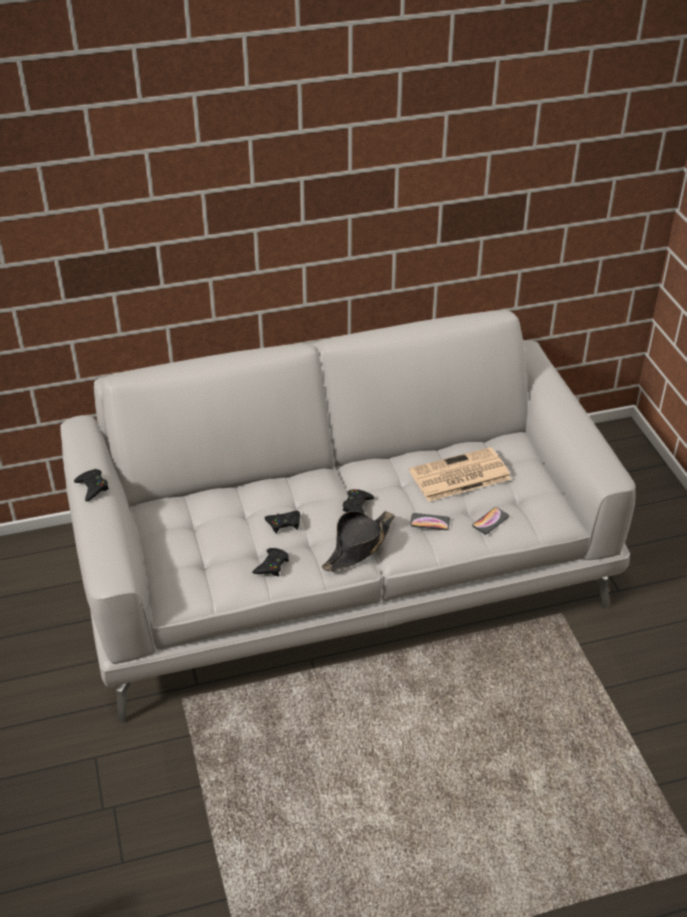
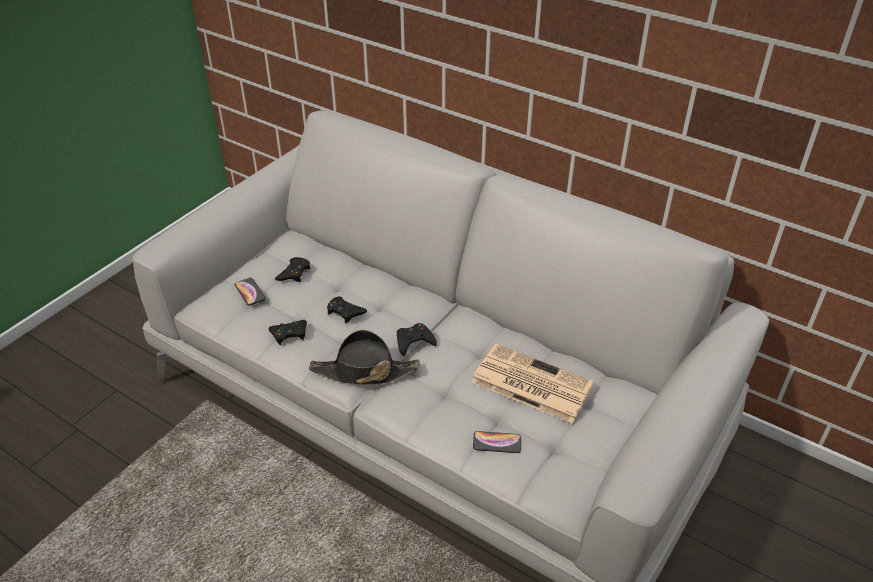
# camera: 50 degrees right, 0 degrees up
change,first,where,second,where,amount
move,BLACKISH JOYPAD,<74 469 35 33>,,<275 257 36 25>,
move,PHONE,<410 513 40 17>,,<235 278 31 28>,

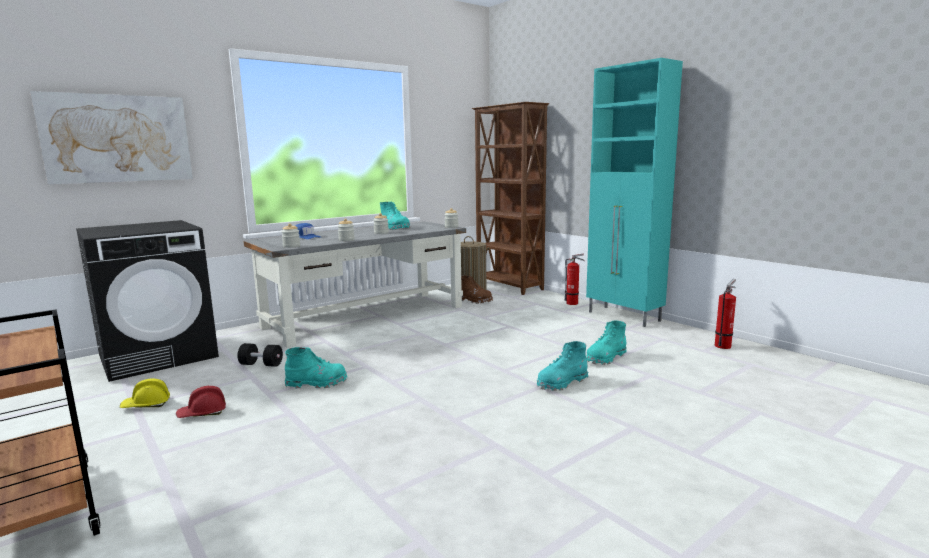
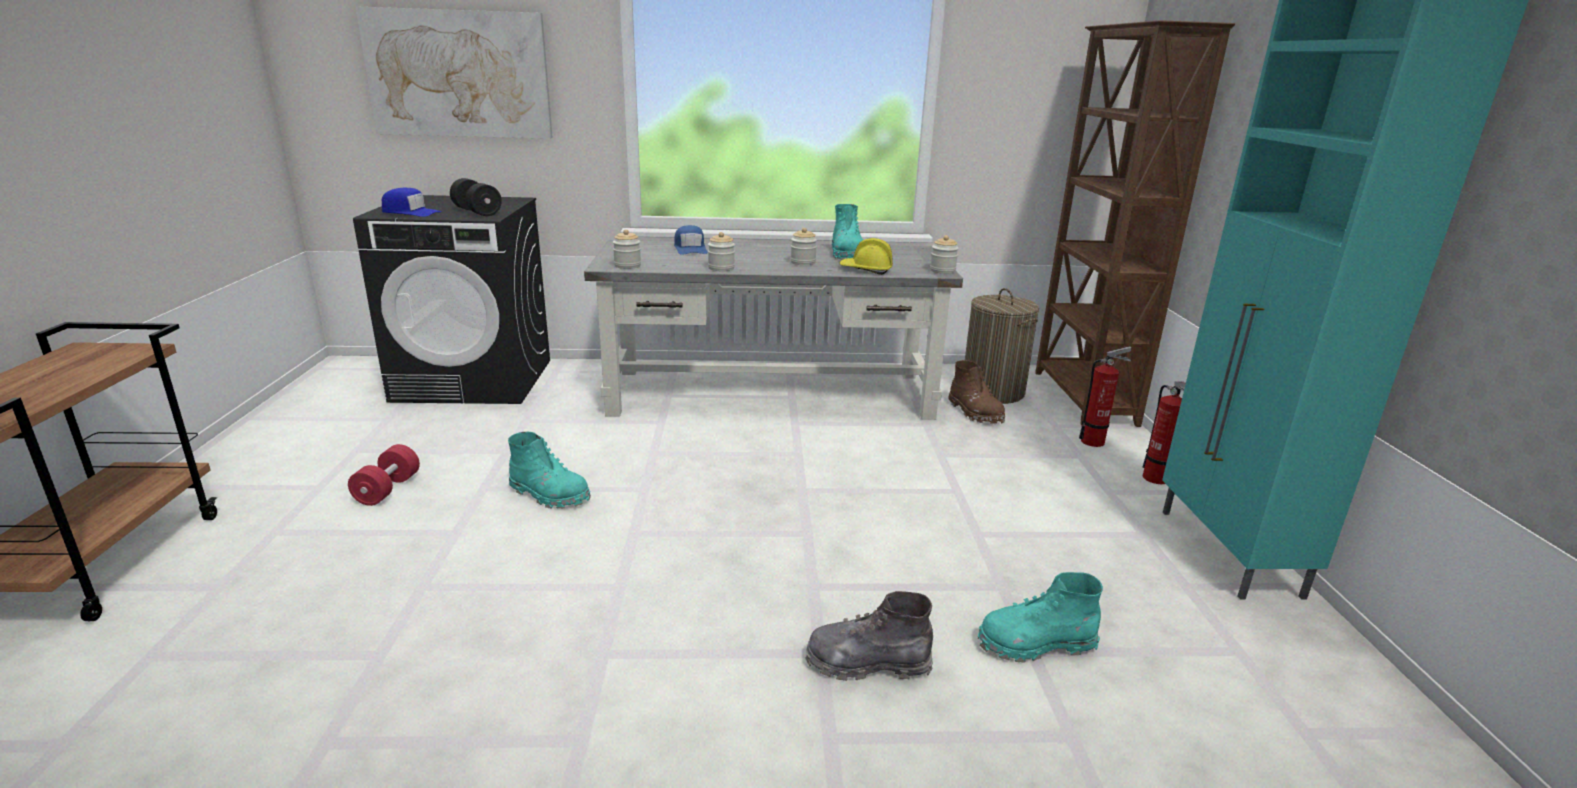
# camera: 35 degrees right, 10 degrees up
change,first,where,second,where,amount
move,YELLOW HARD HAT,<120 378 50 30>,,<840 238 53 37>,
replace,RED HARD HAT,<176 386 50 32>,RED FREE WEIGHT,<348 444 72 62>,
move,BLACKISH FREE WEIGHT,<237 343 46 24>,,<450 178 52 38>,
recolor,TURQUOISE TALL BOOT,<537 341 51 50>,GREYISH TALL BOOT,<805 591 128 90>,
move,FIRE-FIGHTING CYLINDER,<715 279 21 70>,,<1079 346 53 101>,
insert,,,BLUISH BASEBALL CAP,<382 188 60 29>,

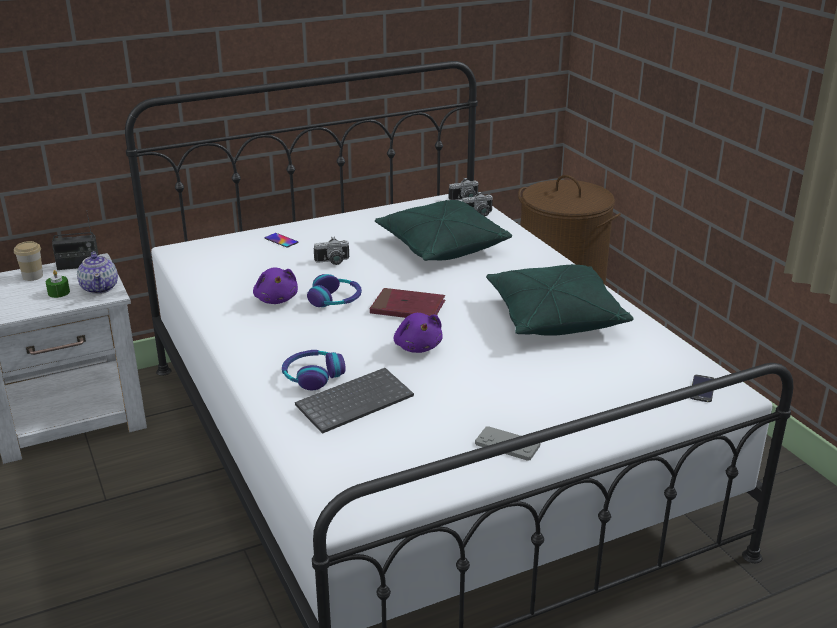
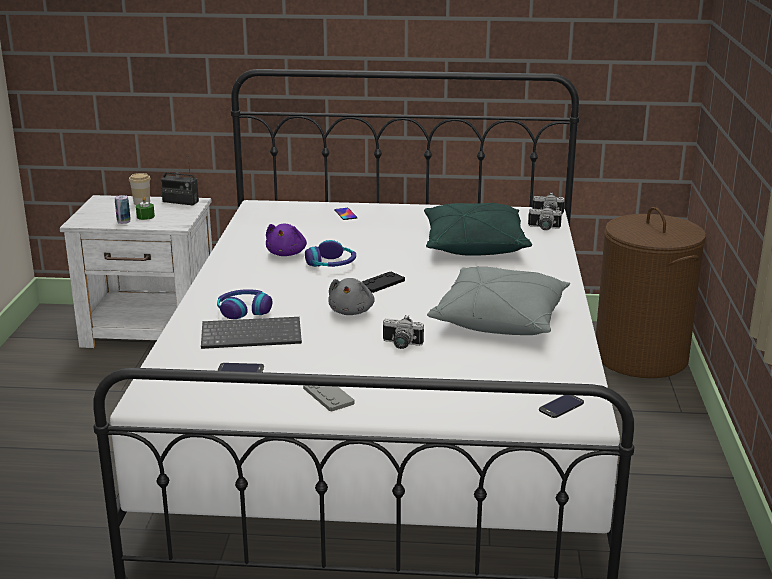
# camera: 30 degrees right, 5 degrees down
change,first,where,second,where,amount
delete,POT FOR TEA,<77 251 41 43>,,,
move,STILL CAMERA,<314 237 35 28>,,<383 315 41 34>,
replace,RED VOLUME,<370 288 75 30>,BLACKISH JOYPAD,<362 272 43 21>,
recolor,PURPLISH SOFT TOY,<394 313 49 40>,GREYISH SOFT TOY,<328 278 47 37>,
recolor,GREEN PILLOW,<486 264 148 72>,GREYISH PILLOW,<427 266 143 69>,
insert,,,SEALED CAN,<115 195 16 29>,
insert,,,PHONE,<217 363 47 9>,

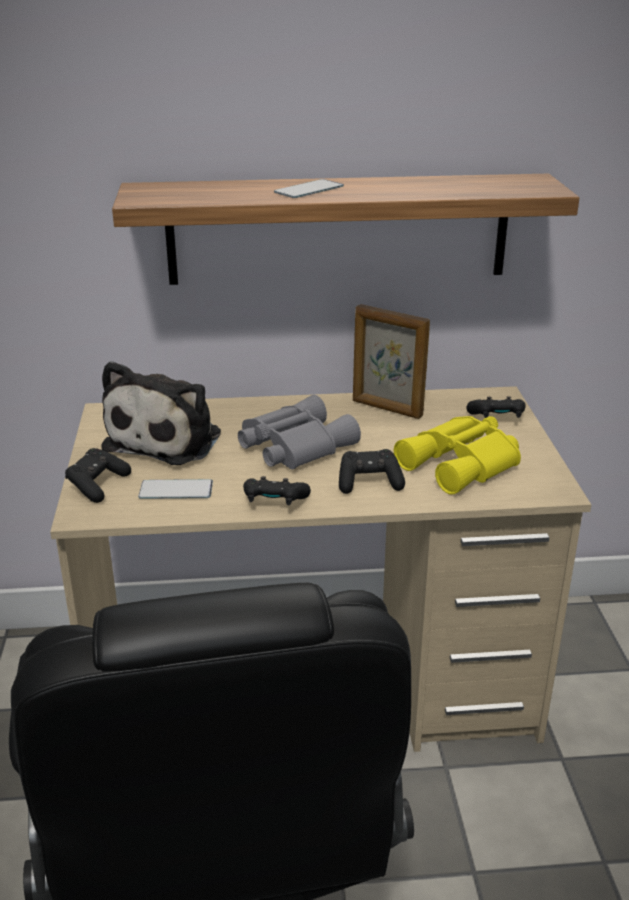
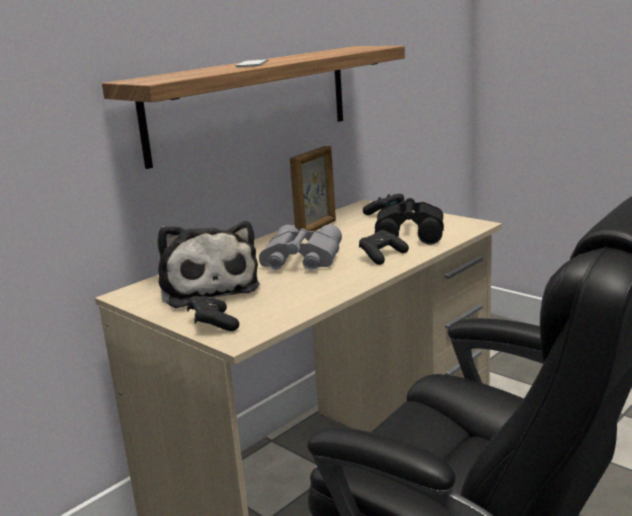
# camera: 40 degrees left, 10 degrees down
change,first,where,second,where,amount
delete,PHONE,<138 479 75 20>,,,
delete,BLACKISH JOYPAD,<243 476 68 29>,,,
rotate,STANDING FRAME,<353 304 77 115>,,<290 146 46 85>,45 degrees counterclockwise
recolor,YELLOW BINOCULARS,<394 416 127 79>,BLACKISH BINOCULARS,<375 198 69 47>,

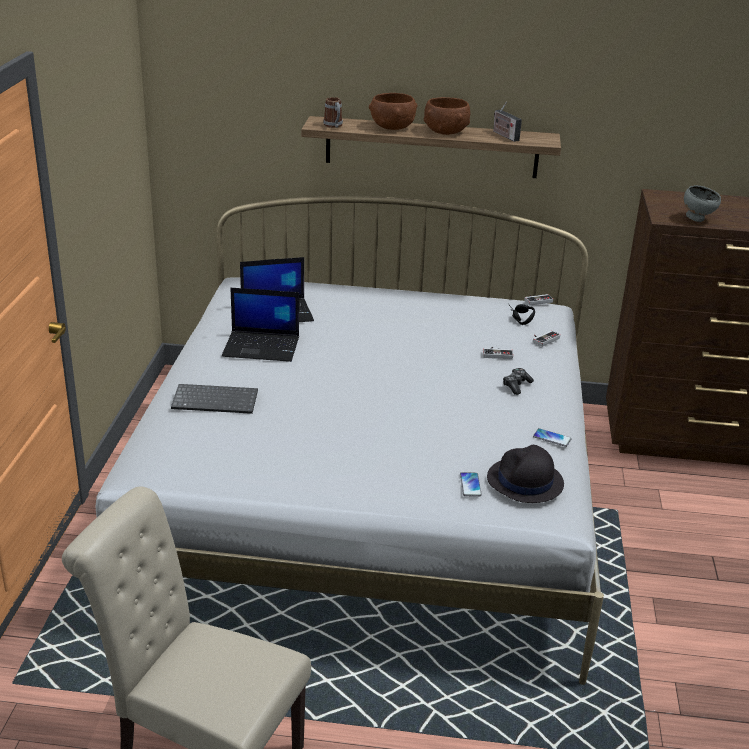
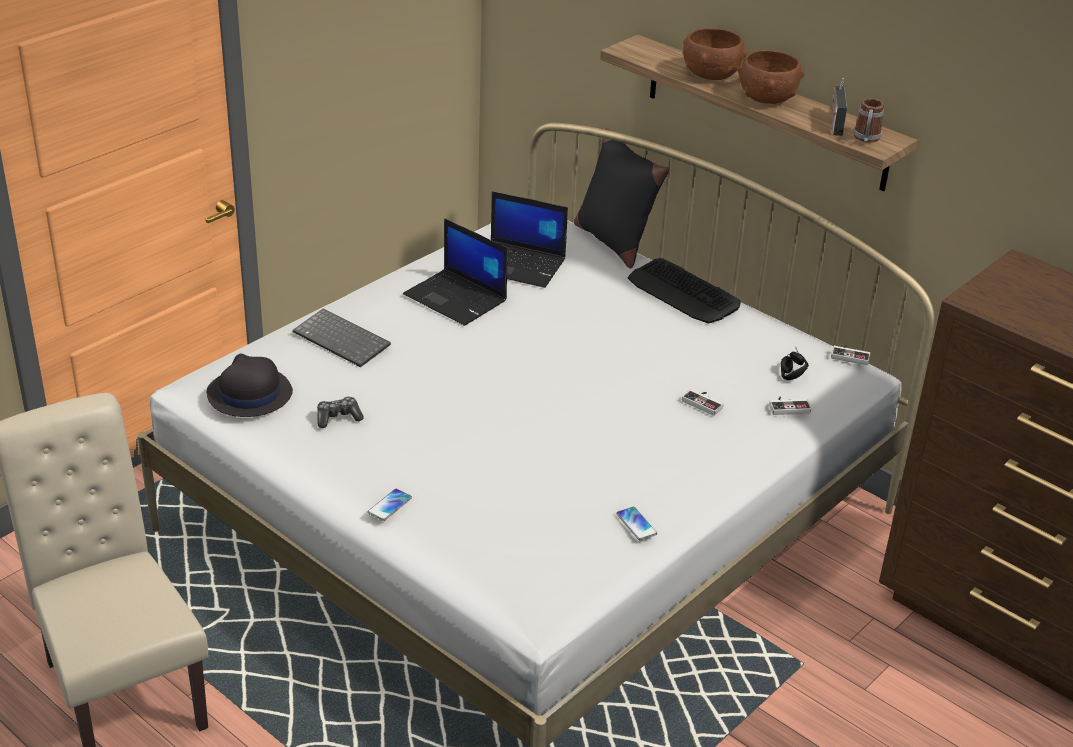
# camera: 35 degrees right, 5 degrees up
change,first,where,second,where,amount
move,MUG,<323 97 20 31>,,<854 99 30 44>,
move,PHONE,<460 472 22 25>,,<368 489 44 32>,
move,BLACKISH WEARABLE HAT,<487 445 77 58>,,<207 354 86 63>,
move,JOYPAD,<503 368 31 27>,,<317 397 47 31>,
delete,GREYISH DEEP DISH,<684 185 37 37>,,,
insert,,,BLACKISH PILLOW,<574 127 95 141>,
insert,,,COMPUTER KEYBOARD,<628 258 113 66>,

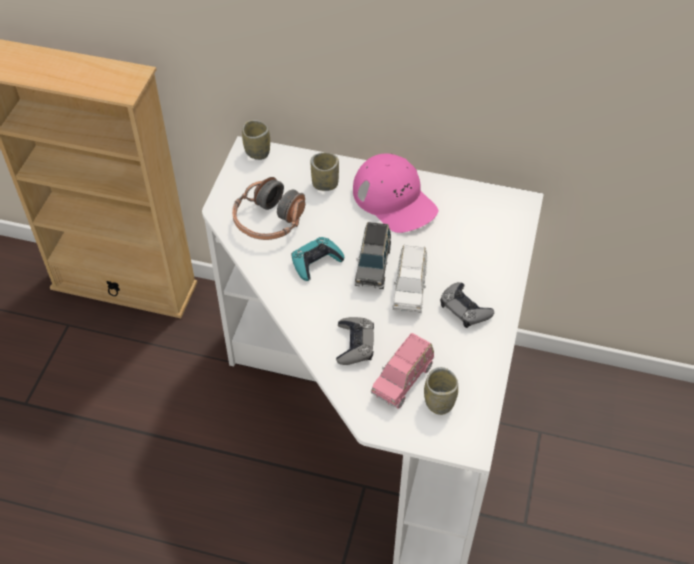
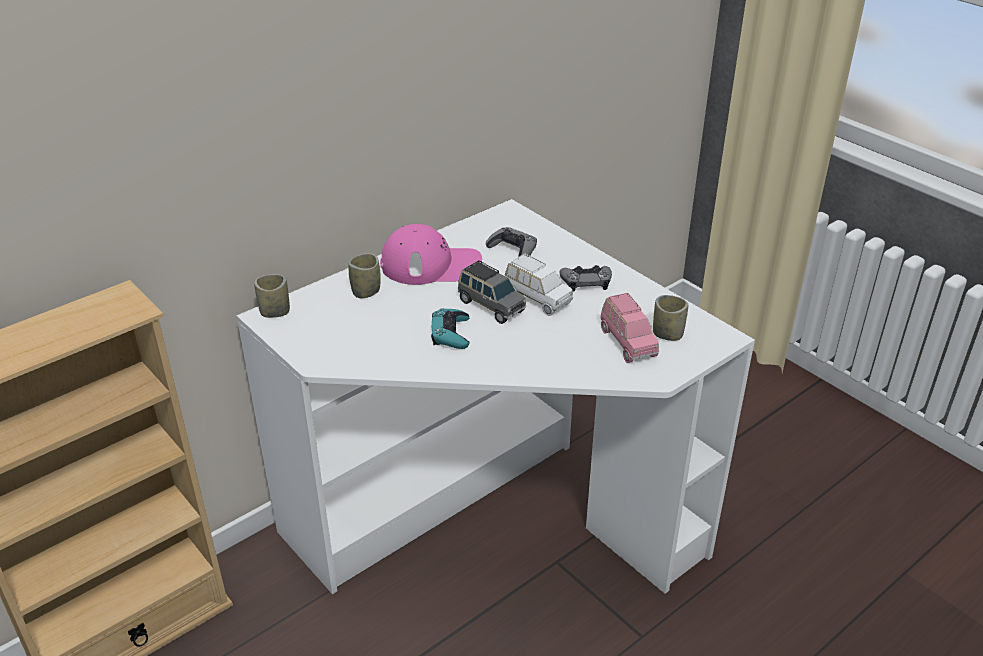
# camera: 55 degrees left, 15 degrees down
change,first,where,second,where,amount
delete,PAIR OF HEADPHONES,<232 177 73 63>,,,
move,GREYISH JOYPAD,<336 317 38 48>,,<486 227 51 30>,

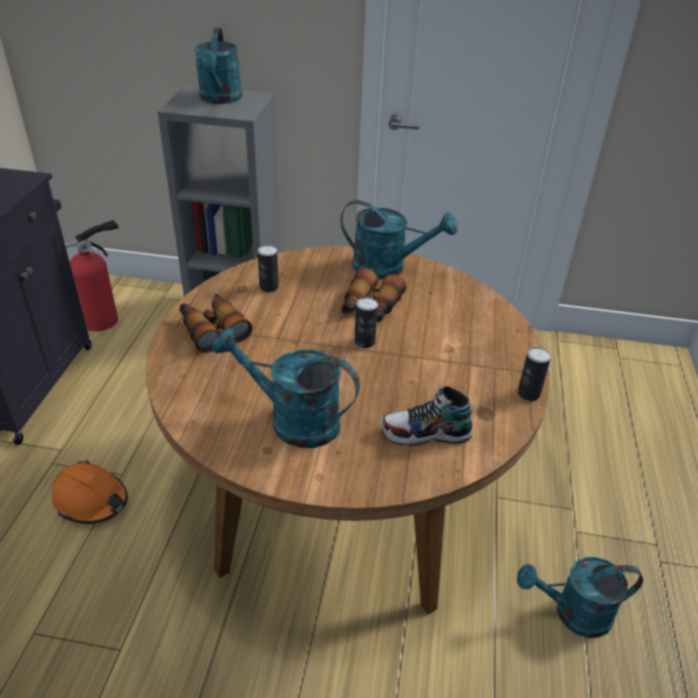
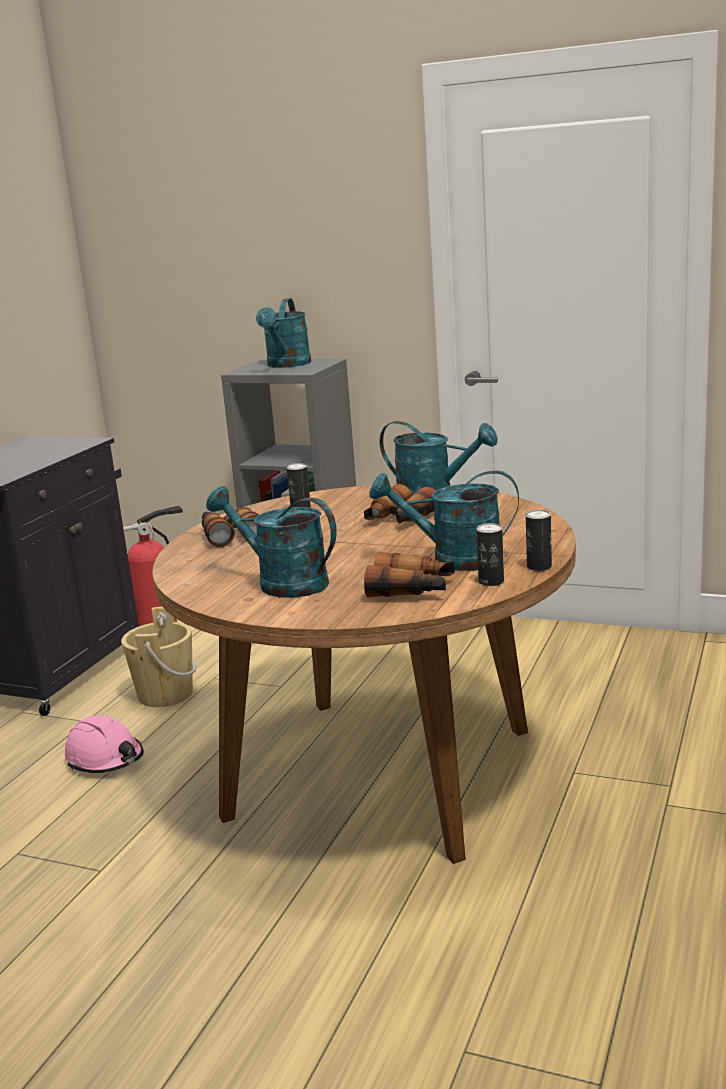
# camera: 15 degrees right, 20 degrees down
change,first,where,second,where,amount
recolor,ORANGE-COLOURED HARD HAT,<52 461 76 63>,PINK-COLOURED HARD HAT,<64 716 80 57>,
move,SEALED CAN,<354 297 24 51>,,<476 523 28 63>,
replace,SHOE,<380 386 93 60>,BINOCULARS,<364 552 91 46>,
move,TURQUOISE SPRINKLING CAN,<517 557 126 81>,,<369 470 150 101>,
insert,,,BEIGE WATER BUCKET,<121 607 75 100>,

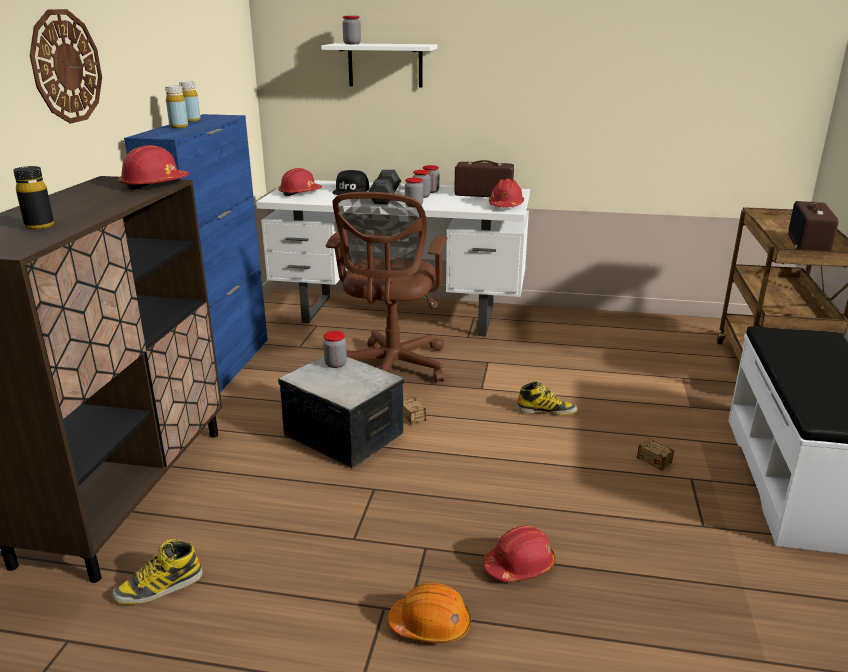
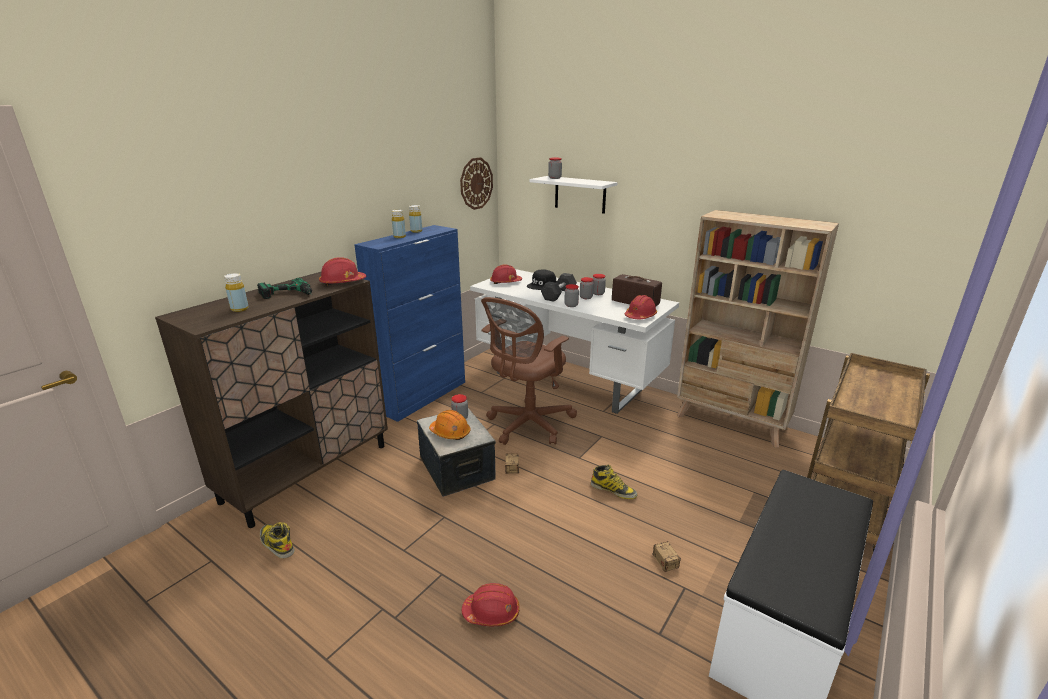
# camera: 25 degrees right, 0 degrees up
change,first,where,second,where,amount
recolor,BLACKISH BEVERAGE BOTTLE,<13 166 41 64>,YELLOW BEVERAGE BOTTLE,<224 273 25 39>,
move,CLOCK ON THE WALL,<30 9 72 114>,,<460 157 33 53>,
rotate,TALL BOOT,<112 539 91 66>,,<260 522 35 37>,45 degrees clockwise
move,ORANGE-COLOURED HARD HAT,<388 583 83 60>,,<429 410 42 30>,
delete,RADIO,<788 201 51 50>,,,
insert,,,ELECTRIC DRILL,<257 278 55 21>,
insert,,,BEIGE BOOKSHELF,<677 210 162 238>,

